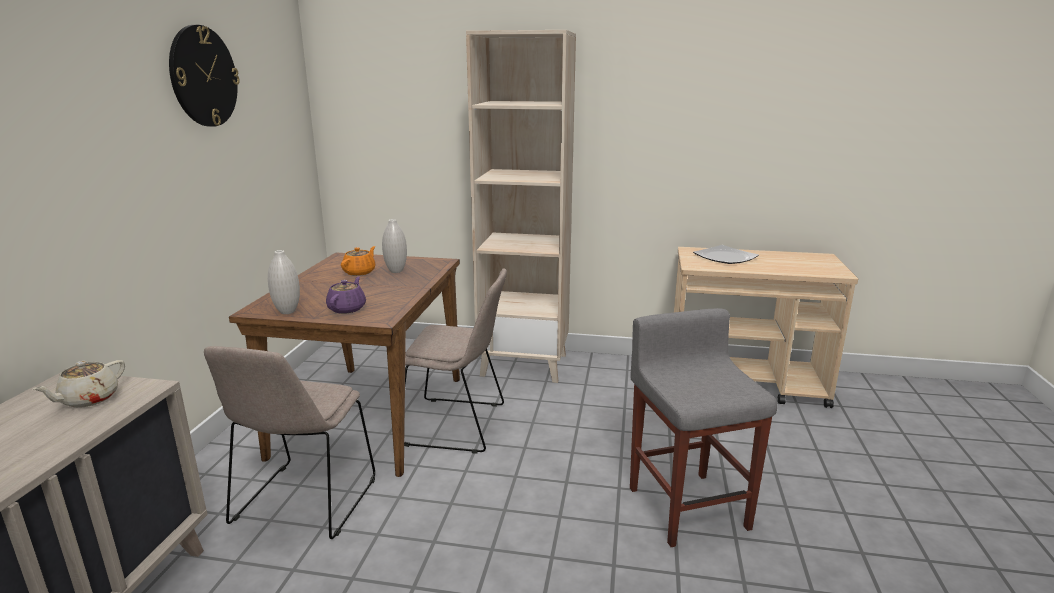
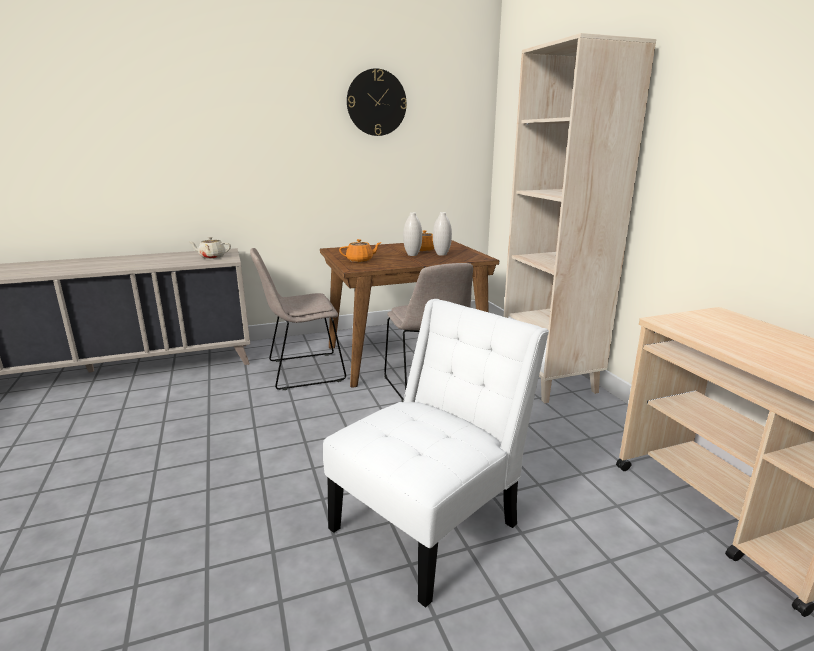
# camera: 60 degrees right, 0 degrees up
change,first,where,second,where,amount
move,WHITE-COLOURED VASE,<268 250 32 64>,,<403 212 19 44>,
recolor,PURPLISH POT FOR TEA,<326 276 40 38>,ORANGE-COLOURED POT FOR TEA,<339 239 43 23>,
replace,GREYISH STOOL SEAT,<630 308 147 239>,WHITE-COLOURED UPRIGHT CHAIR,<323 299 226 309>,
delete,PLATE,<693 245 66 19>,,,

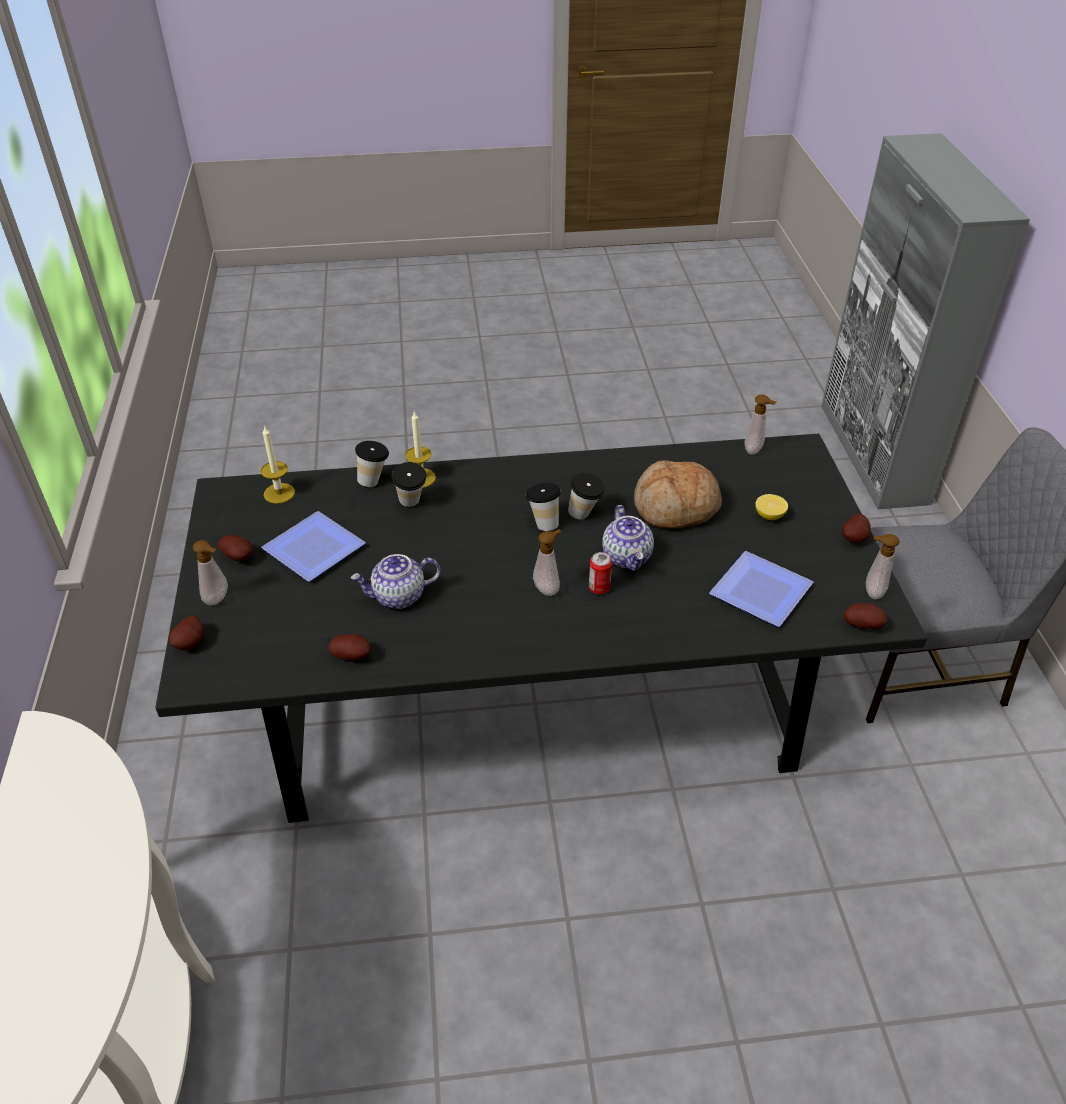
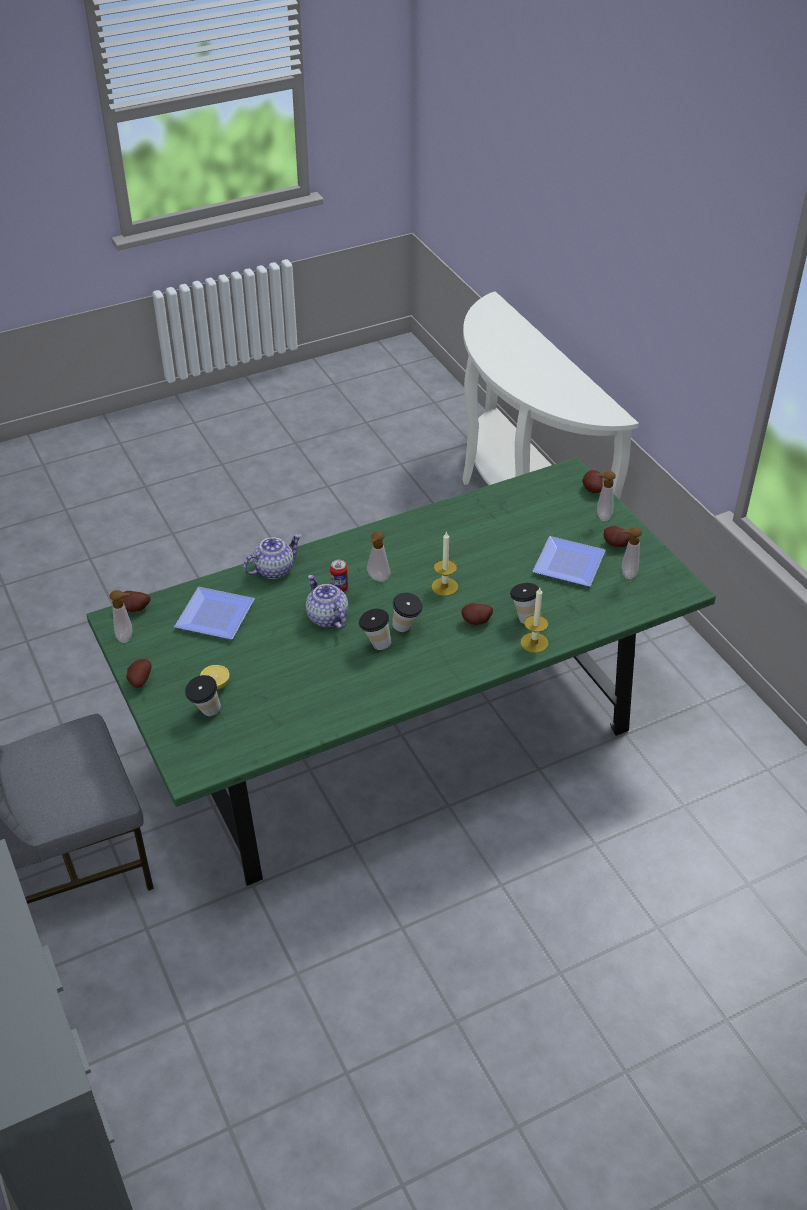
# camera: 160 degrees right, 0 degrees up
change,first,where,second,where,amount
recolor,BLACKISH DINING TABLE,<155 434 772 389>,GREEN DINING TABLE,<87 457 629 429>,
move,WAX LIGHT,<261 427 34 77>,,<431 531 27 65>,
move,POTATO,<328 634 43 27>,,<462 603 31 22>,
move,POT FOR TEA,<351 554 90 55>,,<243 534 58 45>,
move,SMALL CUP,<355 441 34 46>,,<185 675 36 41>,
delete,BAKED BREAD,<634 460 88 69>,,,
move,LIQUID SOAP BOTTLE,<744 394 33 61>,,<622 527 20 52>,

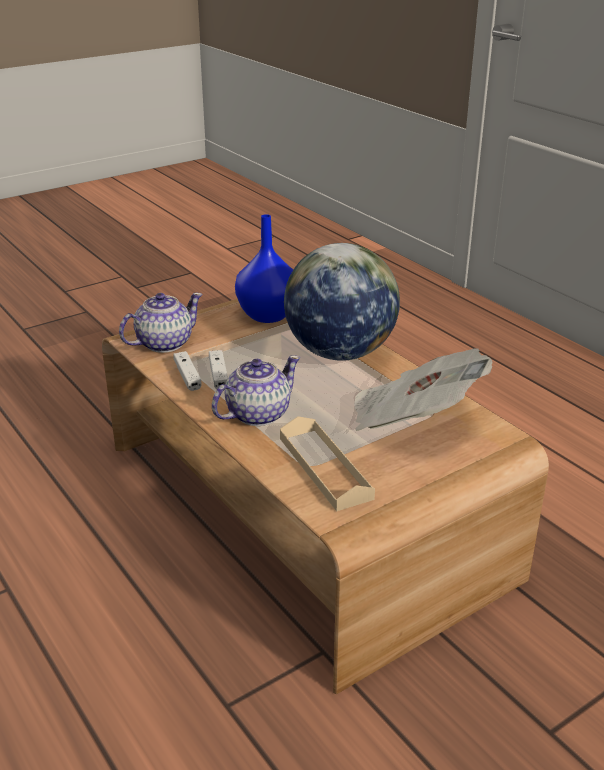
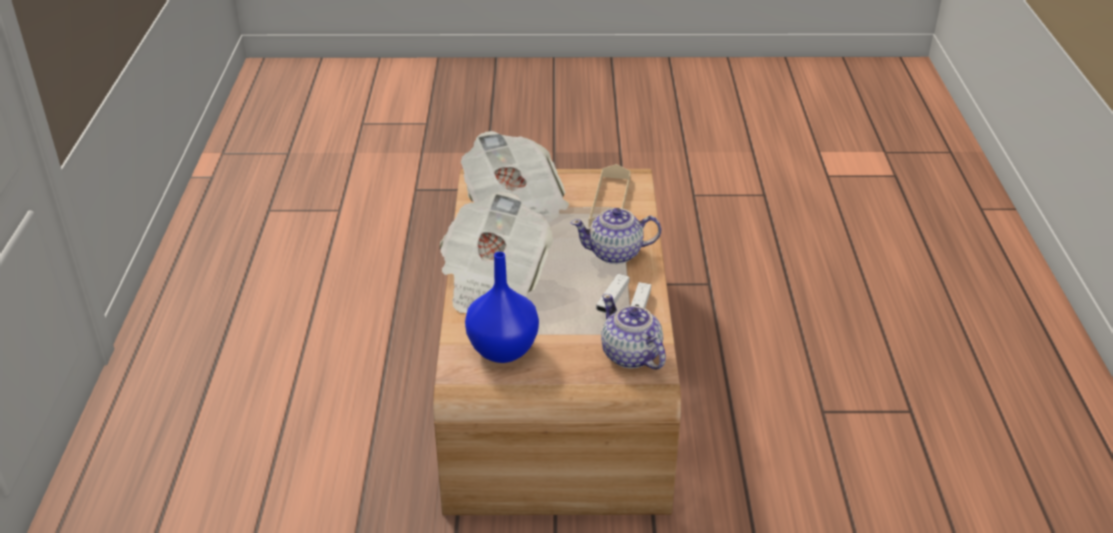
# camera: 145 degrees left, 5 degrees up
change,first,where,second,where,amount
rotate,POT FOR TEA,<119 293 84 60>,,<601 294 65 76>,60 degrees clockwise
replace,DESK GLOBE,<284 243 116 118>,DAILY PAPER,<439 192 114 121>,

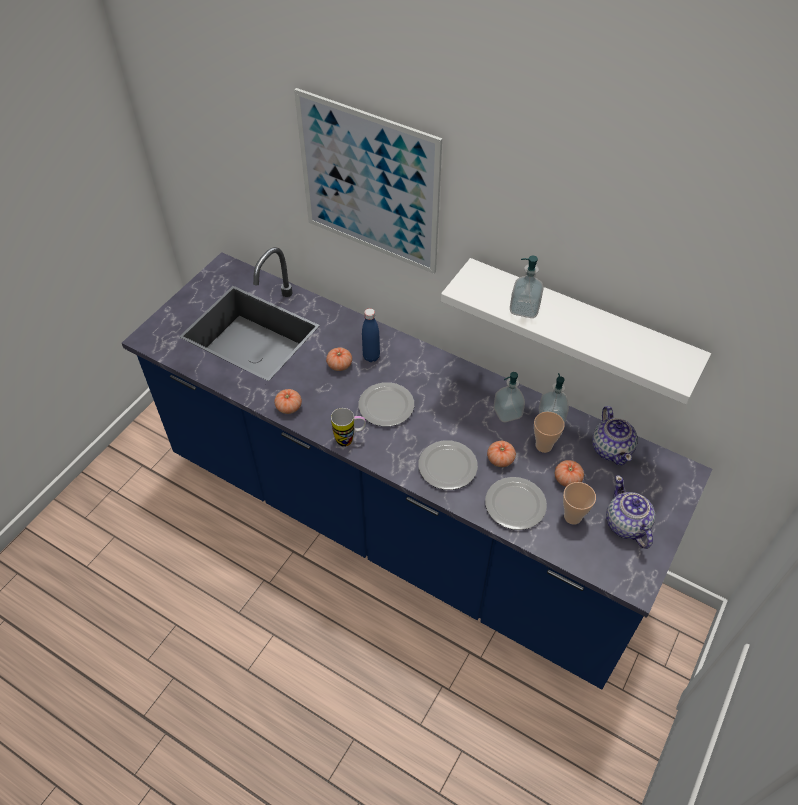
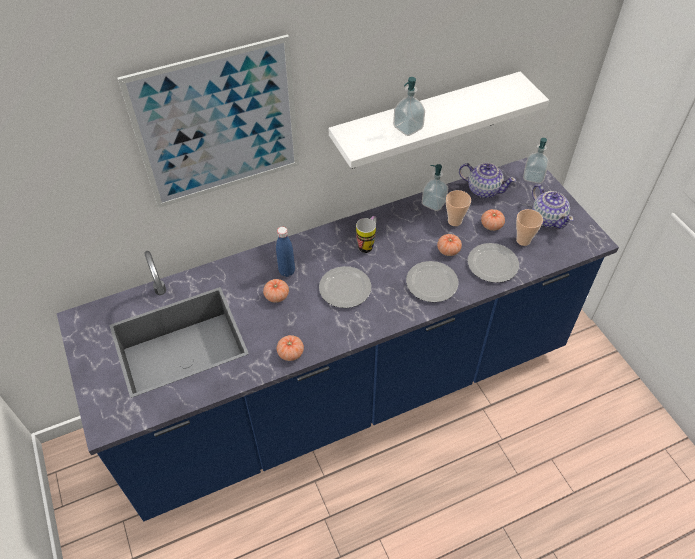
# camera: 55 degrees left, 0 degrees up
change,first,where,second,where,amount
move,MUG,<331 408 35 39>,,<356 216 20 37>,
move,LIQUID SOAP BOTTLE,<494 372 31 50>,,<523 138 26 45>,
rotate,POT FOR TEA,<606 475 49 74>,,<532 184 42 45>,135 degrees counterclockwise

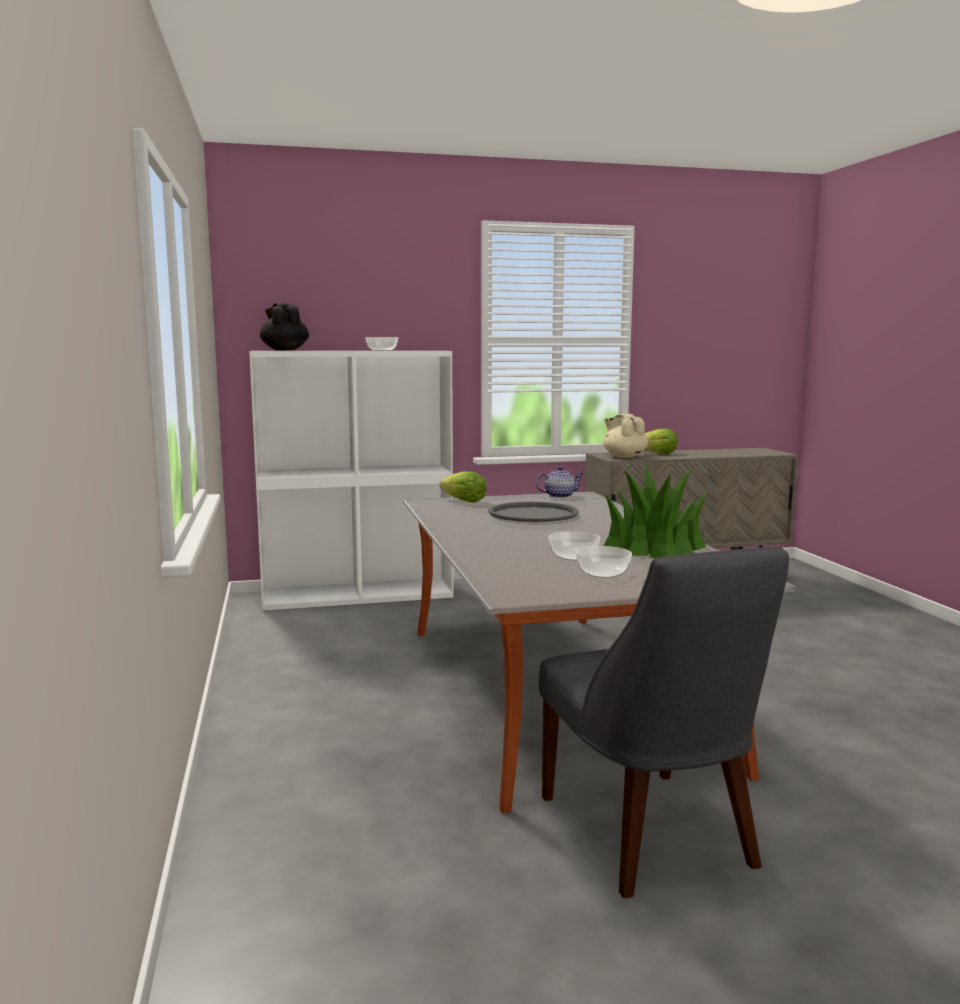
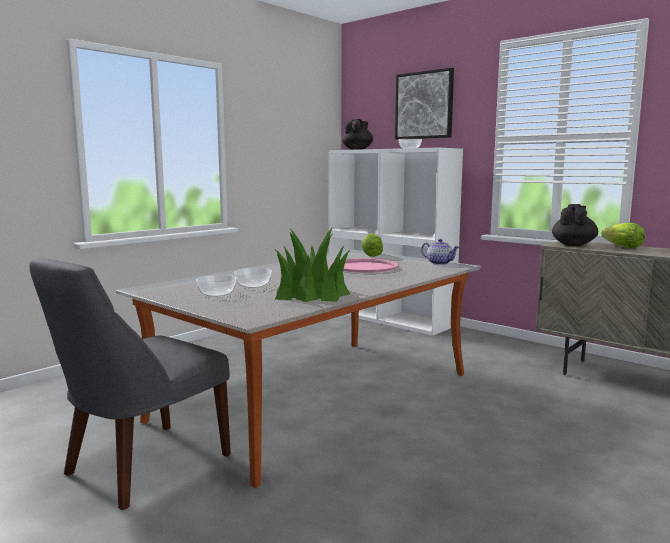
# camera: 55 degrees right, 0 degrees up
change,first,where,second,where,amount
recolor,GREYISH TRAY,<488 502 91 20>,PINK-COLOURED TRAY,<330 258 69 15>,
recolor,BEIGE POT FOR TEA,<603 414 45 44>,BLACKISH POT FOR TEA,<552 204 46 42>,
insert,,,WALL PICTURE,<395 68 59 71>,

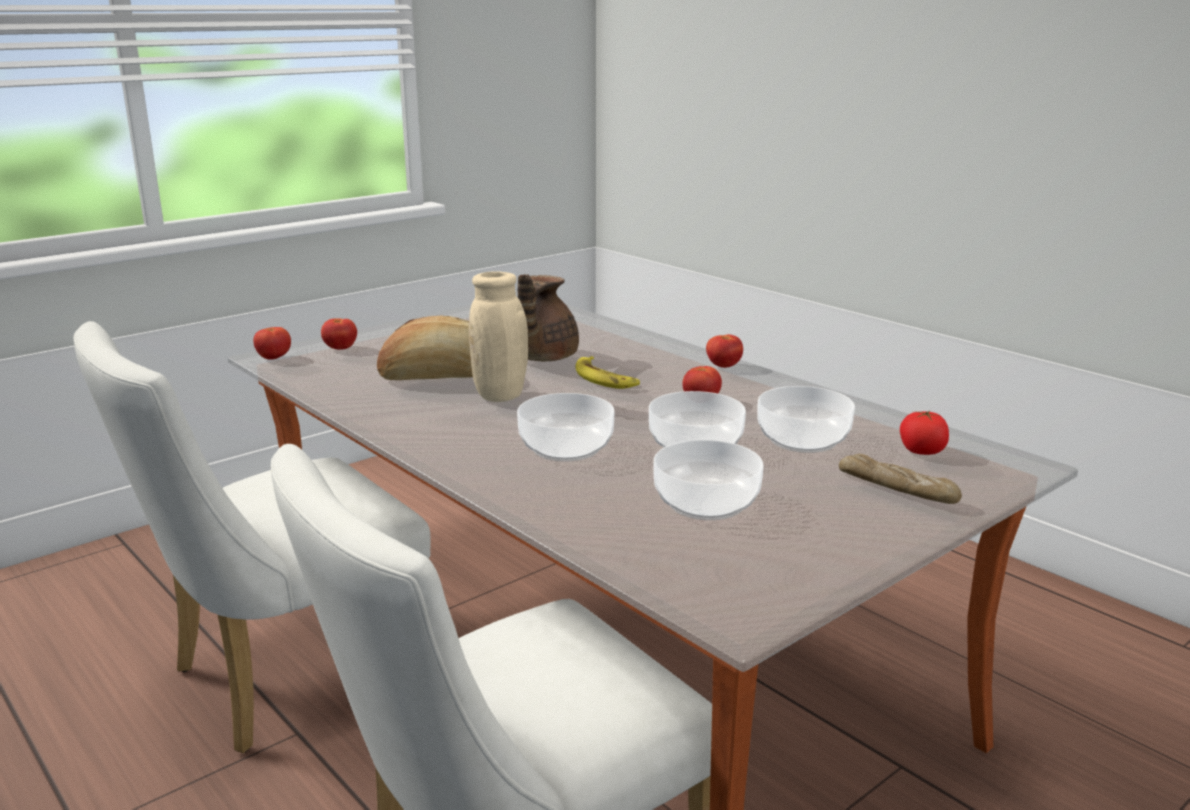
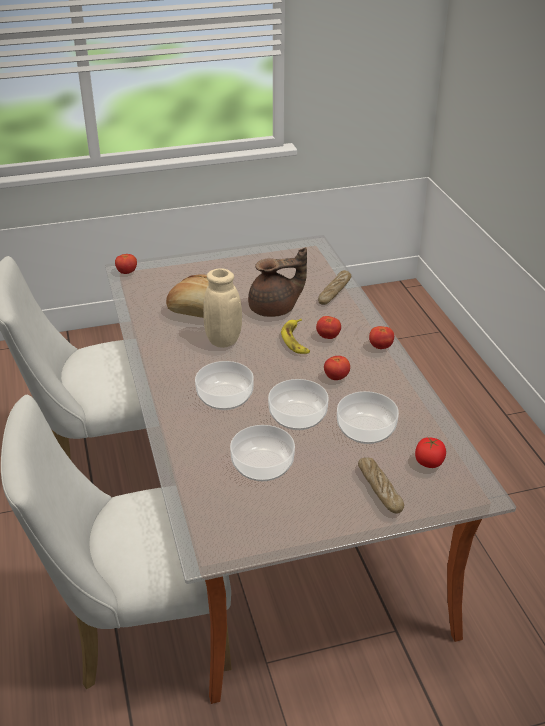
# camera: 25 degrees right, 15 degrees up
change,first,where,second,where,amount
move,FRESH TOMATO,<321 318 36 32>,,<316 316 25 23>,
rotate,BROWN-COLOURED POT FOR TEA,<518 274 61 87>,,<248 247 59 70>,150 degrees counterclockwise
insert,,,BAKED BREAD,<318 270 33 35>,

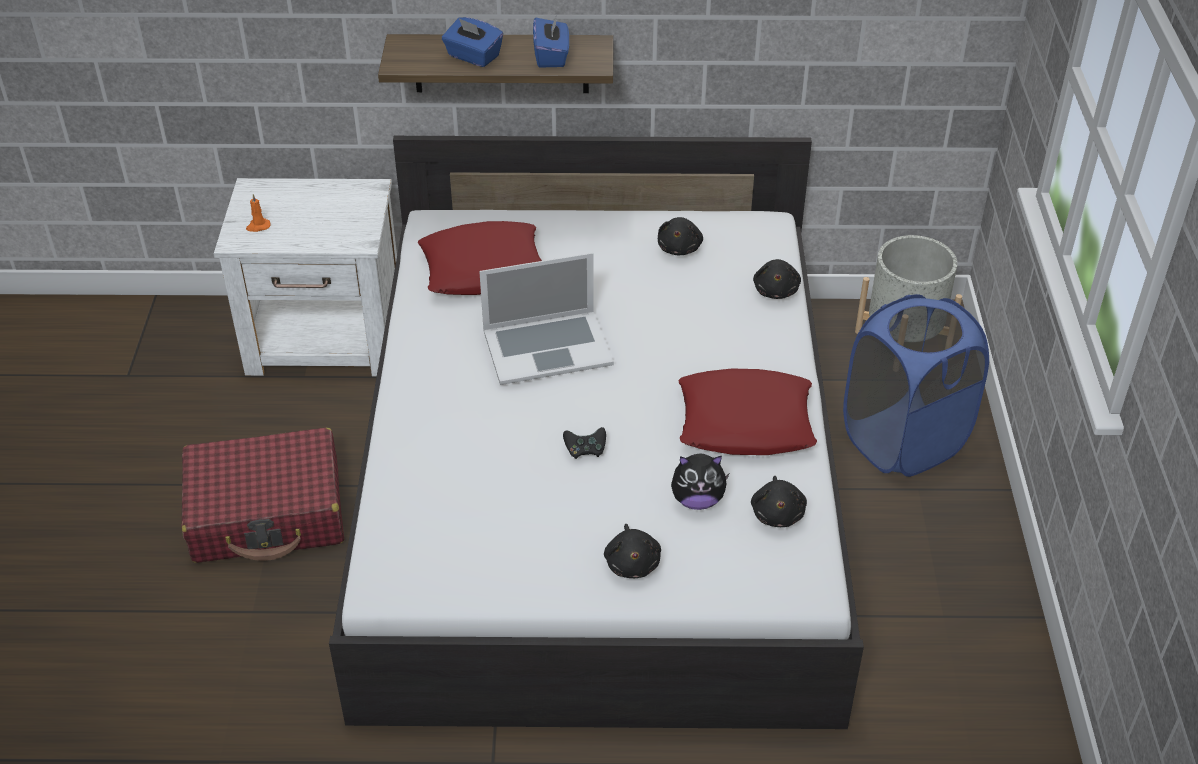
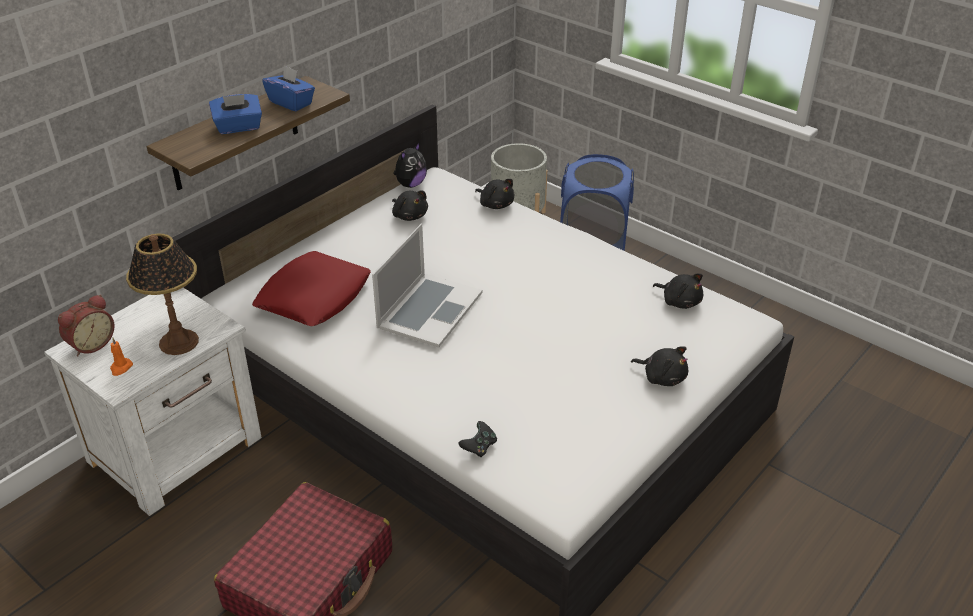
# camera: 50 degrees left, 5 degrees down
change,first,where,second,where,amount
move,BLACKISH JOYPAD,<563 427 43 32>,,<458 421 39 36>,
move,SOFT TOY,<671 454 58 56>,,<394 143 33 45>,
delete,RED PILLOW,<679 368 138 87>,,,
insert,,,ALARM CLOCK,<58 294 57 62>,
insert,,,TABLETOP LAMP,<126 233 73 122>,

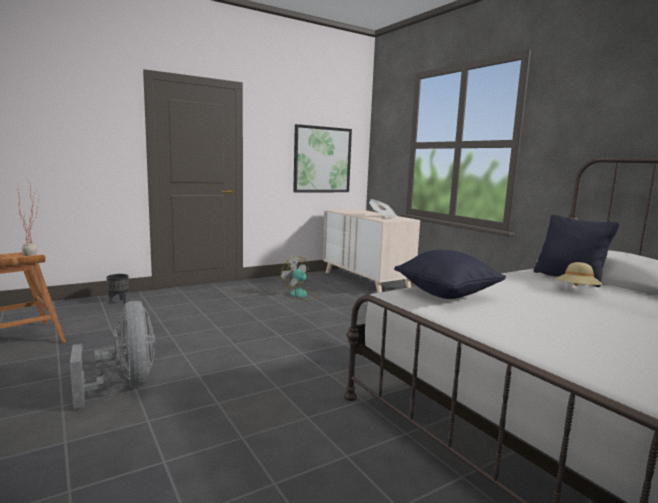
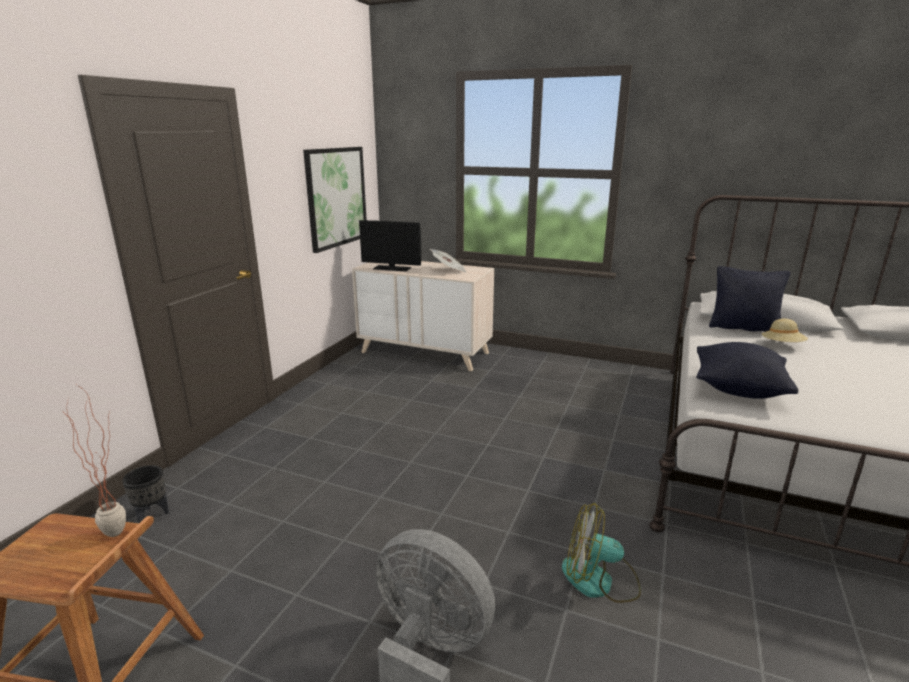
# camera: 35 degrees left, 10 degrees up
change,first,where,second,where,amount
move,FAN,<280 257 41 43>,,<562 503 79 100>,
insert,,,COMPUTER SCREEN,<359 220 62 51>,

